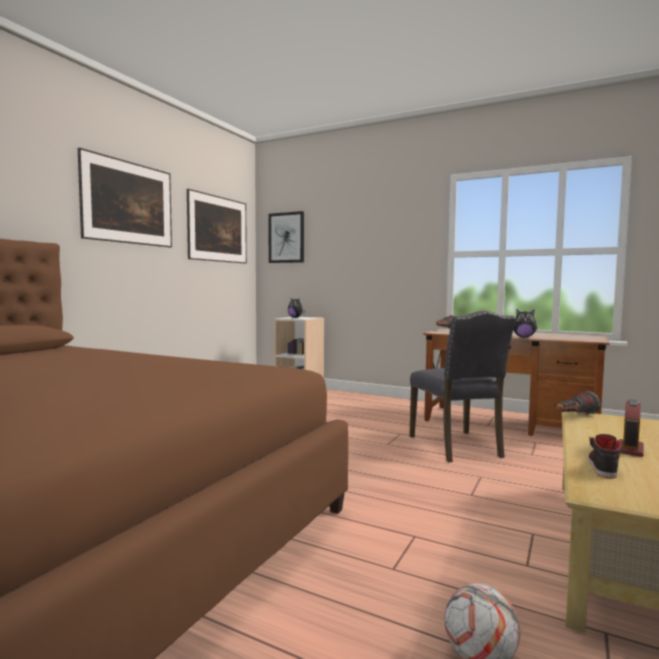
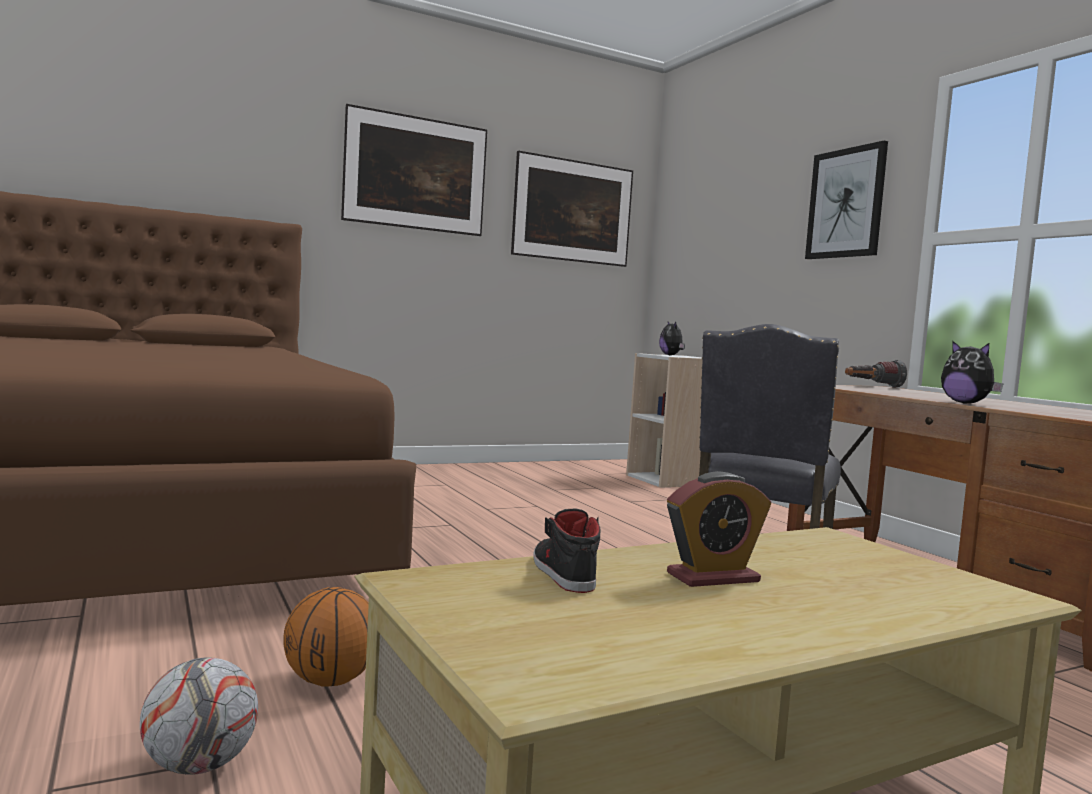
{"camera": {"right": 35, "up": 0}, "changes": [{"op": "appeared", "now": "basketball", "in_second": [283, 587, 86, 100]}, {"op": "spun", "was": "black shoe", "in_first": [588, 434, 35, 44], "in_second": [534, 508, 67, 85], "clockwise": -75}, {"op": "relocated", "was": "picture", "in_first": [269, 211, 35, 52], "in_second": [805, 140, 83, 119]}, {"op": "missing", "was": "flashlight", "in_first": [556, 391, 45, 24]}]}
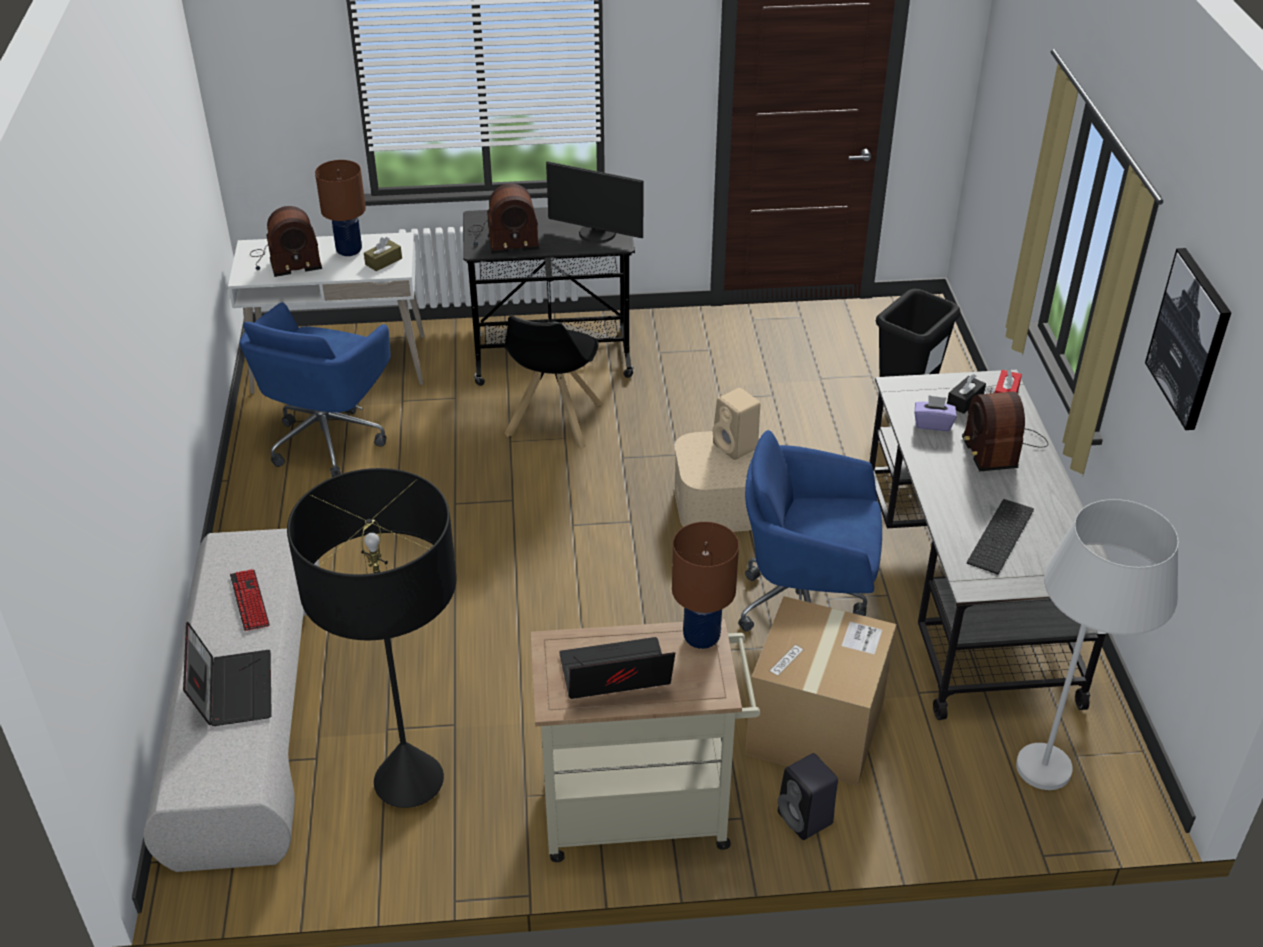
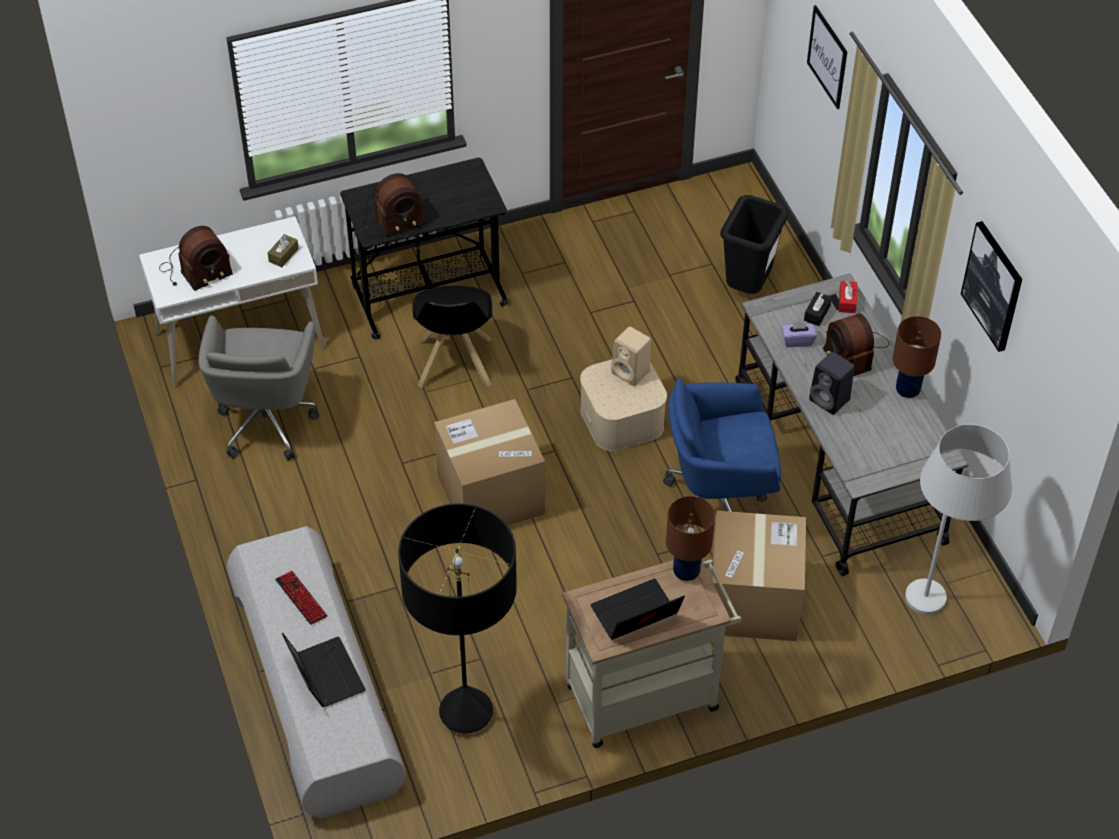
{"camera": {"right": -15, "up": 10}, "changes": [{"op": "colour", "was": "blue office chair", "now": "grey office chair", "in_first": [239, 302, 152, 175], "in_second": [198, 315, 121, 145]}, {"op": "appeared", "now": "cardboard box", "in_second": [434, 399, 111, 127]}, {"op": "appeared", "now": "picture", "in_second": [807, 5, 40, 104]}, {"op": "relocated", "was": "black speaker", "in_first": [778, 753, 60, 87], "in_second": [809, 352, 46, 63]}, {"op": "relocated", "was": "brown table lamp", "in_first": [315, 160, 51, 96], "in_second": [893, 316, 48, 82]}, {"op": "missing", "was": "monitor", "in_first": [546, 161, 98, 82]}, {"op": "missing", "was": "keyboard", "in_first": [967, 499, 67, 75]}]}
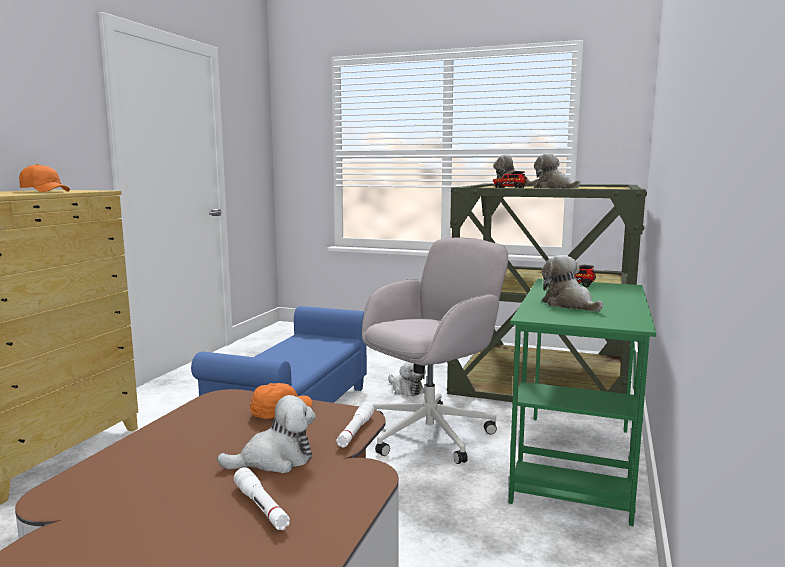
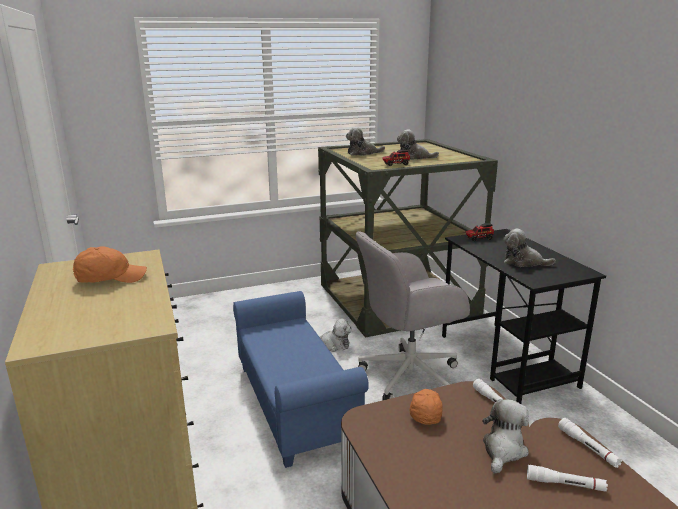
{"camera": {"right": -40, "up": 10}, "changes": [{"op": "spun", "was": "grey office chair", "in_first": [362, 238, 146, 226], "in_second": [356, 231, 114, 169], "clockwise": -120}, {"op": "colour", "was": "green desk", "now": "black desk", "in_first": [509, 279, 147, 247], "in_second": [442, 229, 164, 175]}, {"op": "appeared", "now": "white flashlight", "in_second": [558, 418, 64, 50]}]}
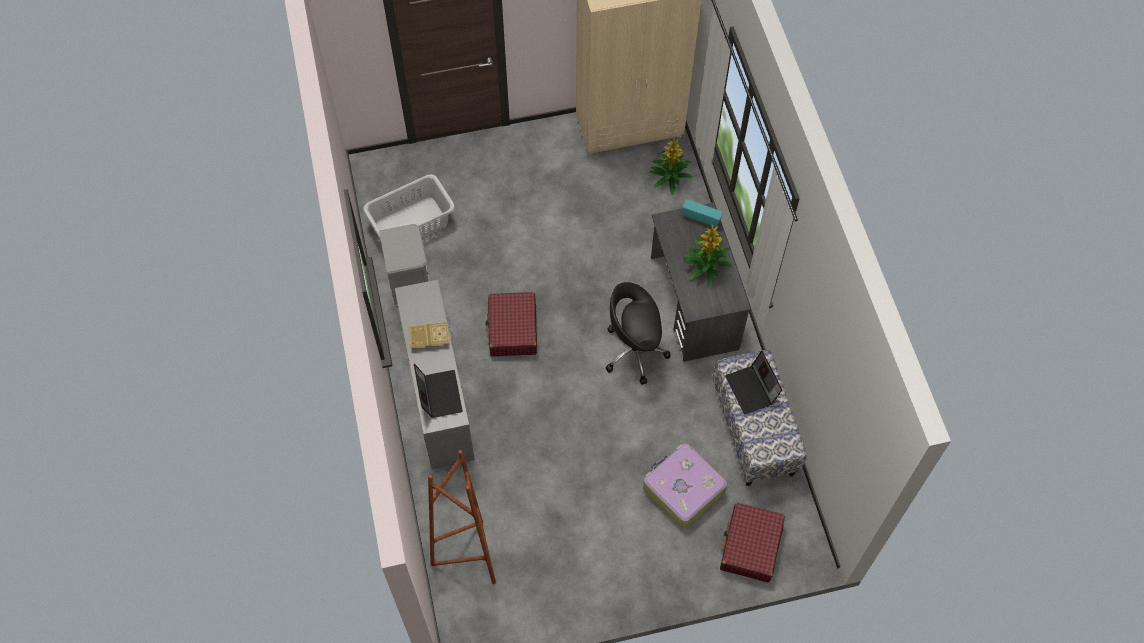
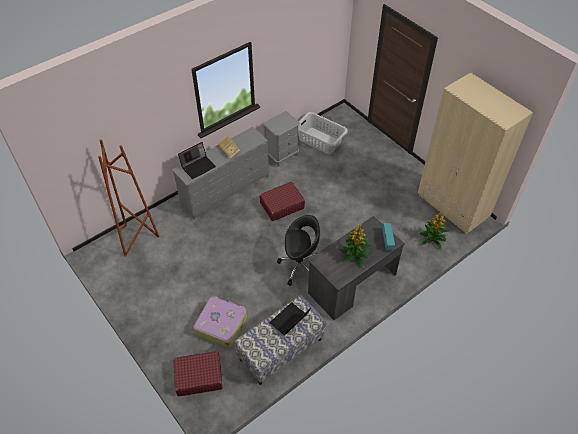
{"camera": {"right": 65, "up": -10}, "changes": [{"op": "spun", "was": "black office chair", "in_first": [606, 282, 65, 103], "in_second": [277, 215, 43, 71], "clockwise": 120}]}
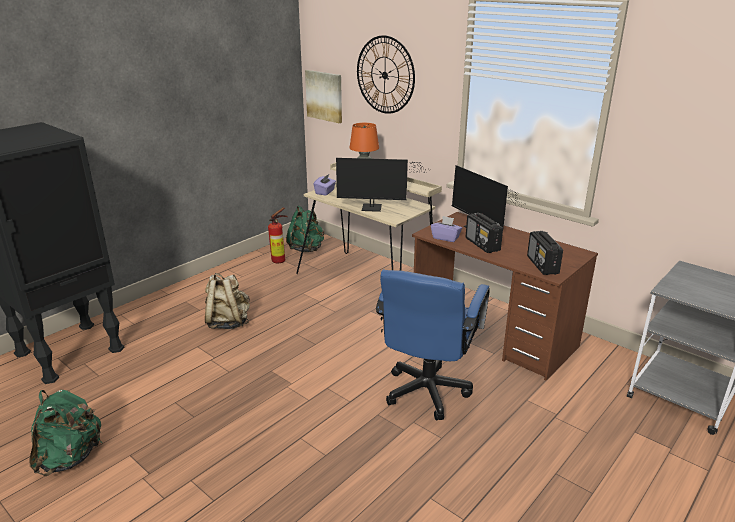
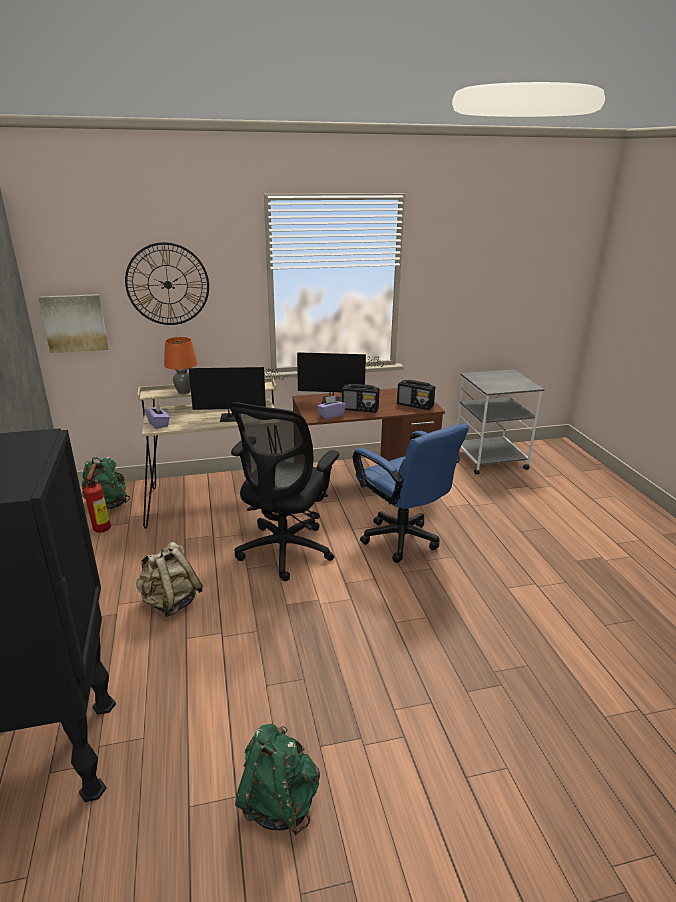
{"camera": {"right": -55, "up": 0}, "changes": [{"op": "spun", "was": "monitor", "in_first": [336, 158, 94, 54], "in_second": [189, 367, 96, 55], "clockwise": 45}, {"op": "appeared", "now": "black office chair", "in_second": [229, 402, 110, 179]}]}
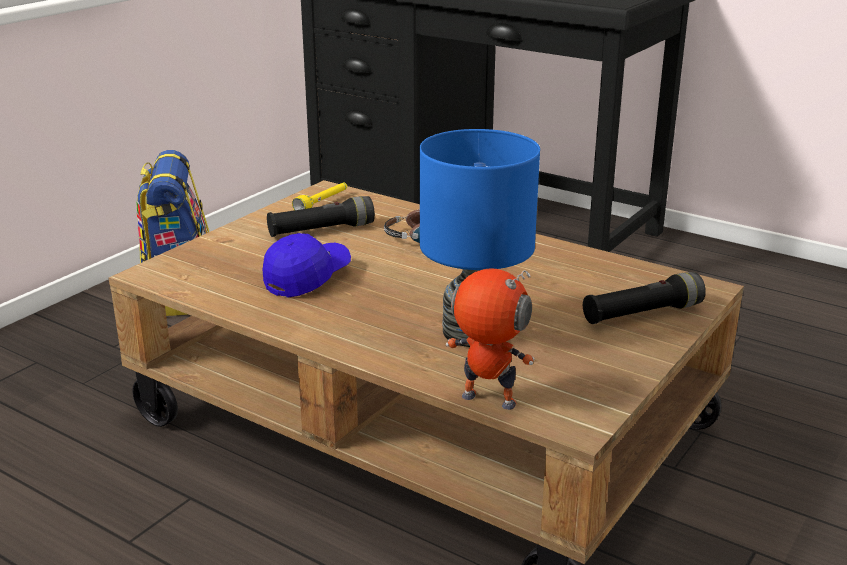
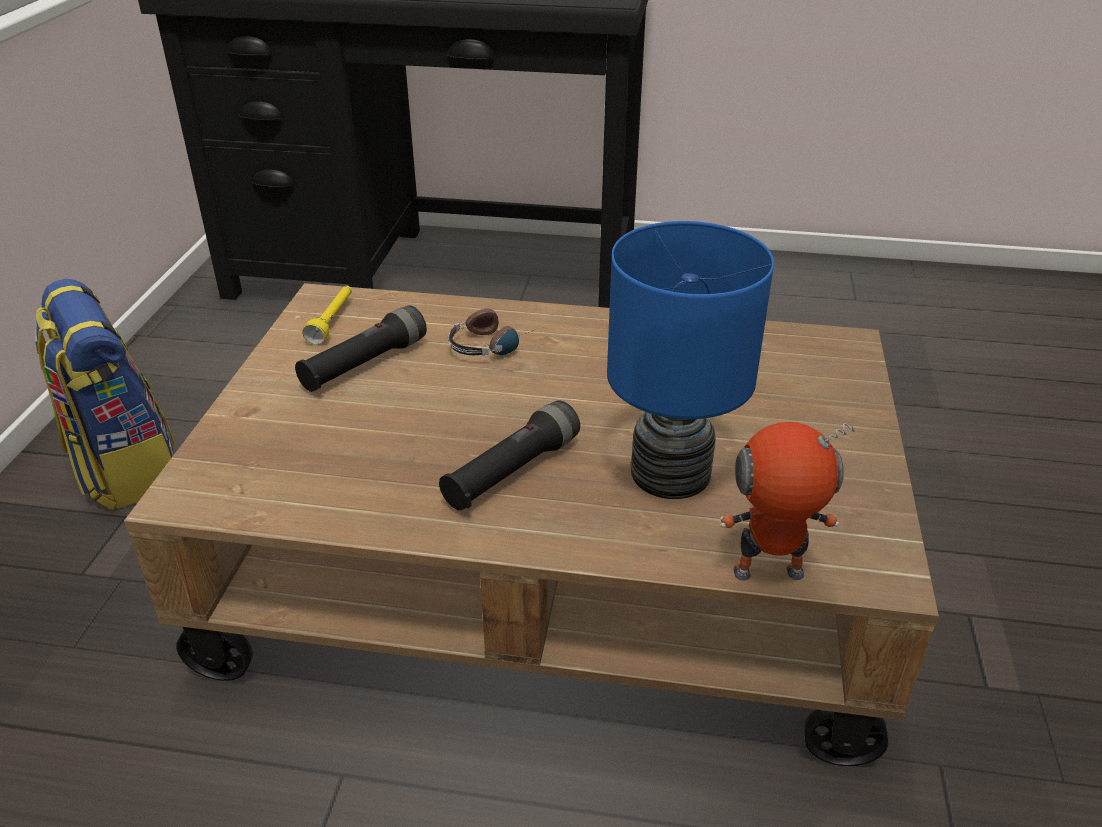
{"camera": {"right": -25, "up": 10}, "changes": [{"op": "relocated", "was": "black flashlight", "in_first": [583, 272, 123, 52], "in_second": [439, 400, 141, 110]}, {"op": "missing", "was": "blue cap", "in_first": [262, 233, 89, 65]}]}
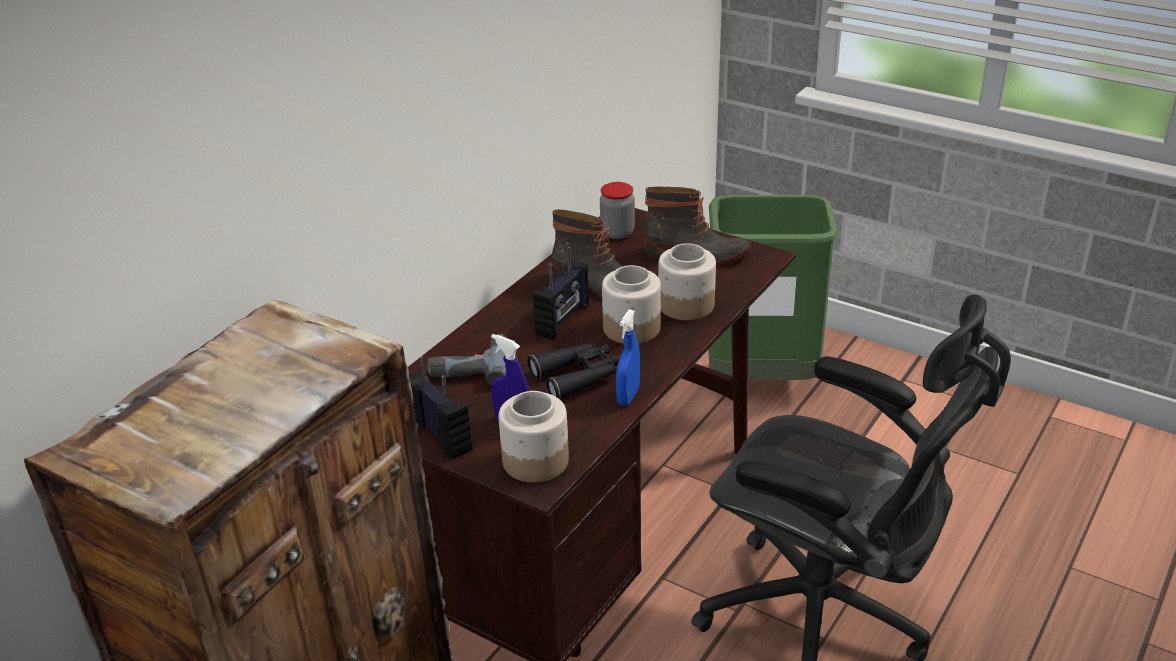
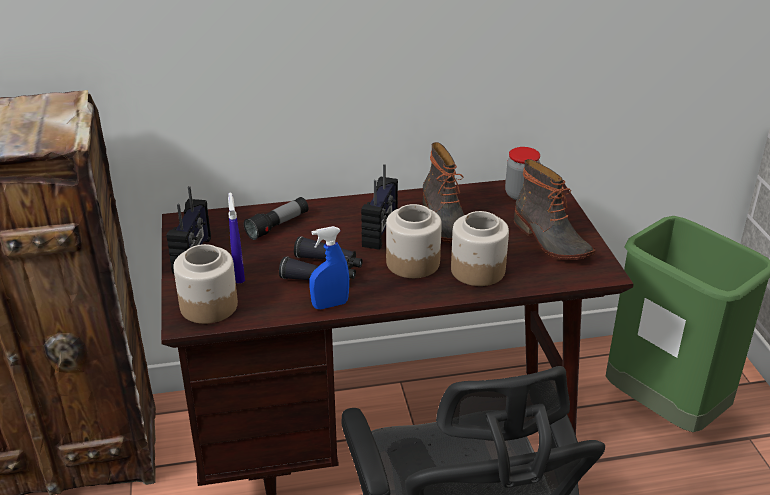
{"camera": {"right": 45, "up": 0}, "changes": [{"op": "exchanged", "was": "power drill", "now": "flashlight", "in_first": [428, 334, 78, 51], "in_second": [244, 197, 65, 43]}, {"op": "spun", "was": "radio", "in_first": [533, 247, 56, 93], "in_second": [361, 164, 37, 86], "clockwise": -60}]}
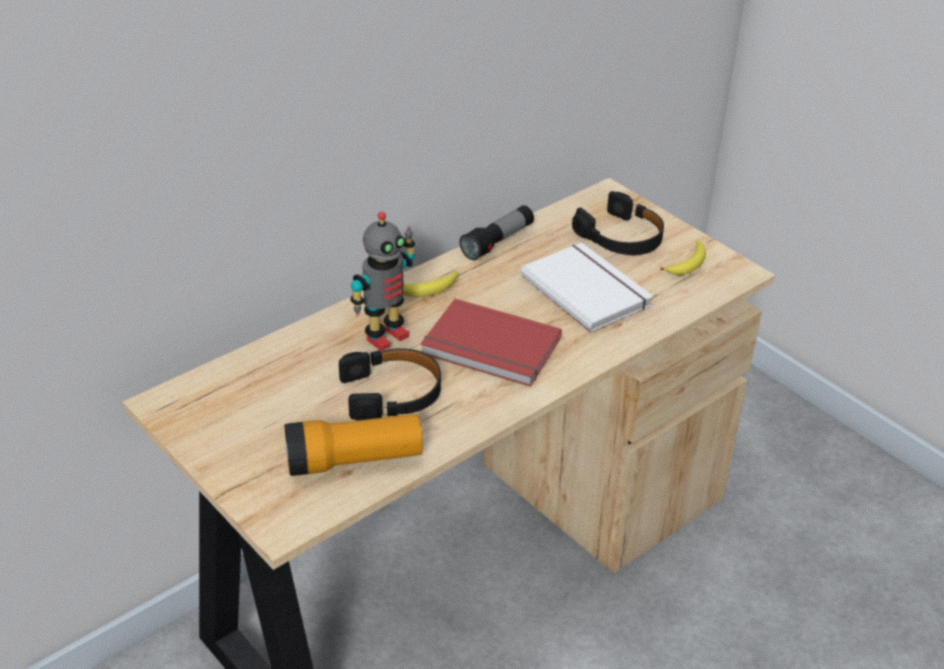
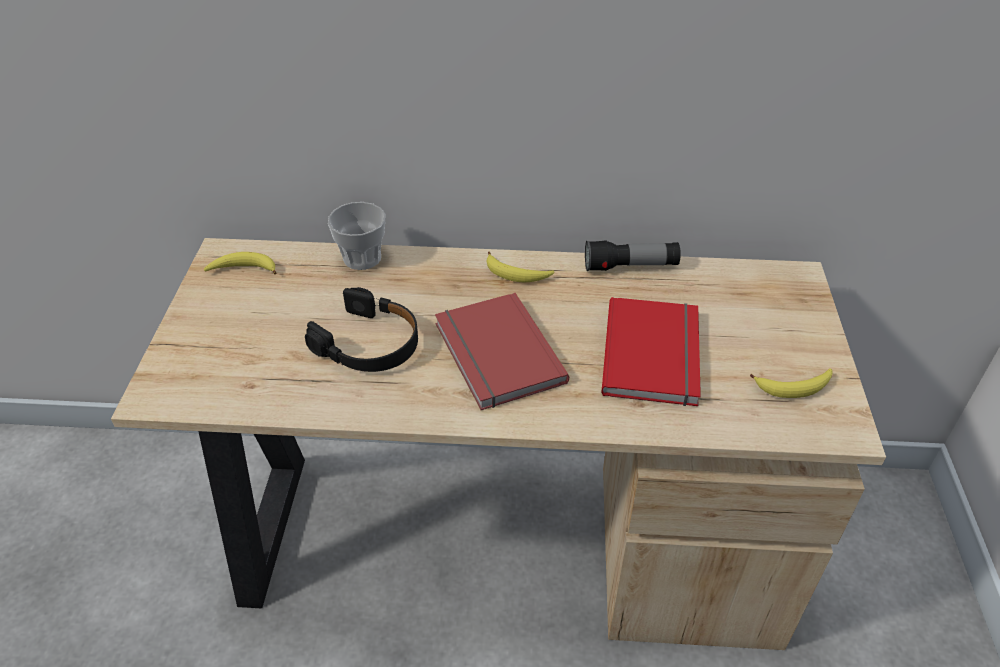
{"camera": {"right": 45, "up": 5}, "changes": [{"op": "appeared", "now": "banana", "in_second": [204, 252, 72, 22]}, {"op": "appeared", "now": "cup", "in_second": [328, 202, 57, 68]}, {"op": "colour", "was": "white book", "now": "red book", "in_first": [521, 242, 132, 90], "in_second": [601, 297, 100, 109]}, {"op": "missing", "was": "flashlight", "in_first": [285, 414, 138, 62]}, {"op": "missing", "was": "toy robot", "in_first": [351, 212, 64, 139]}, {"op": "missing", "was": "black headphones", "in_first": [572, 191, 92, 64]}]}
